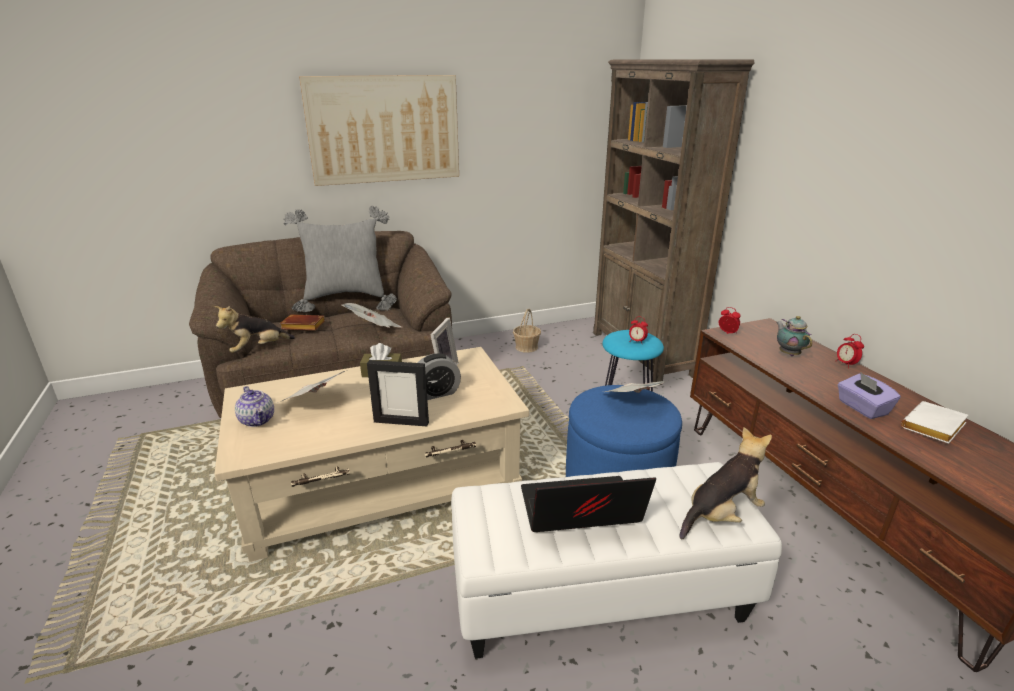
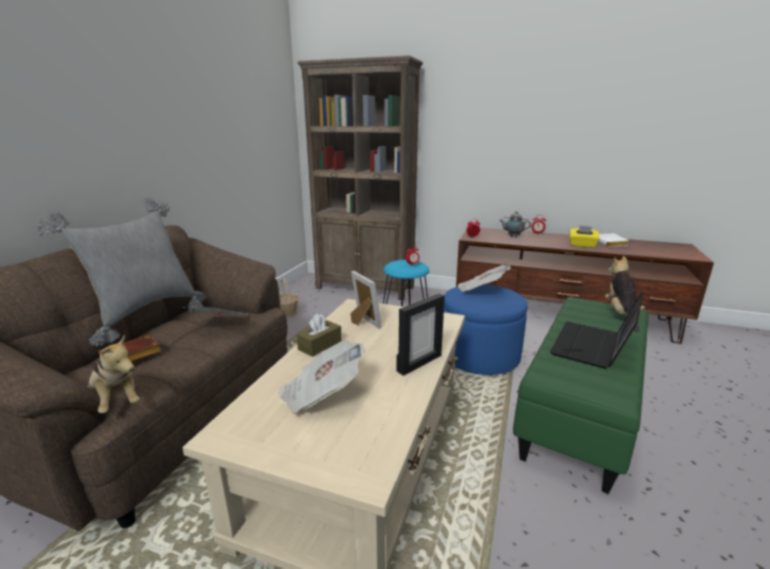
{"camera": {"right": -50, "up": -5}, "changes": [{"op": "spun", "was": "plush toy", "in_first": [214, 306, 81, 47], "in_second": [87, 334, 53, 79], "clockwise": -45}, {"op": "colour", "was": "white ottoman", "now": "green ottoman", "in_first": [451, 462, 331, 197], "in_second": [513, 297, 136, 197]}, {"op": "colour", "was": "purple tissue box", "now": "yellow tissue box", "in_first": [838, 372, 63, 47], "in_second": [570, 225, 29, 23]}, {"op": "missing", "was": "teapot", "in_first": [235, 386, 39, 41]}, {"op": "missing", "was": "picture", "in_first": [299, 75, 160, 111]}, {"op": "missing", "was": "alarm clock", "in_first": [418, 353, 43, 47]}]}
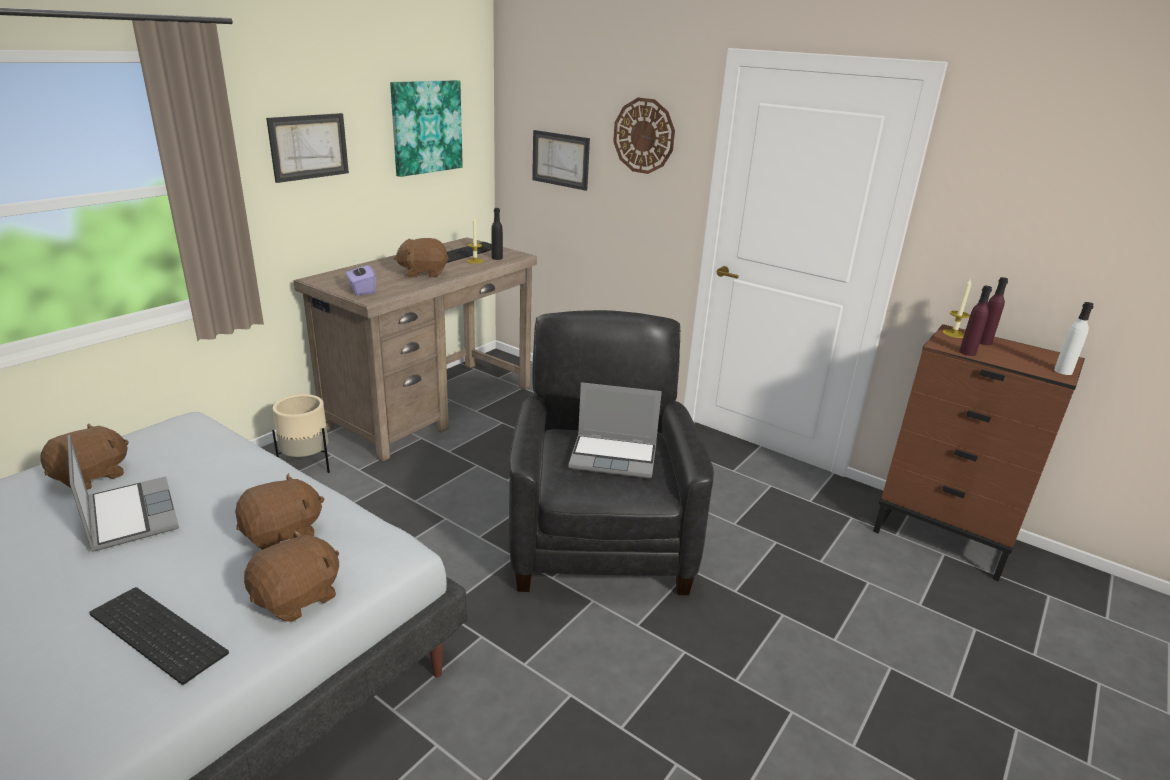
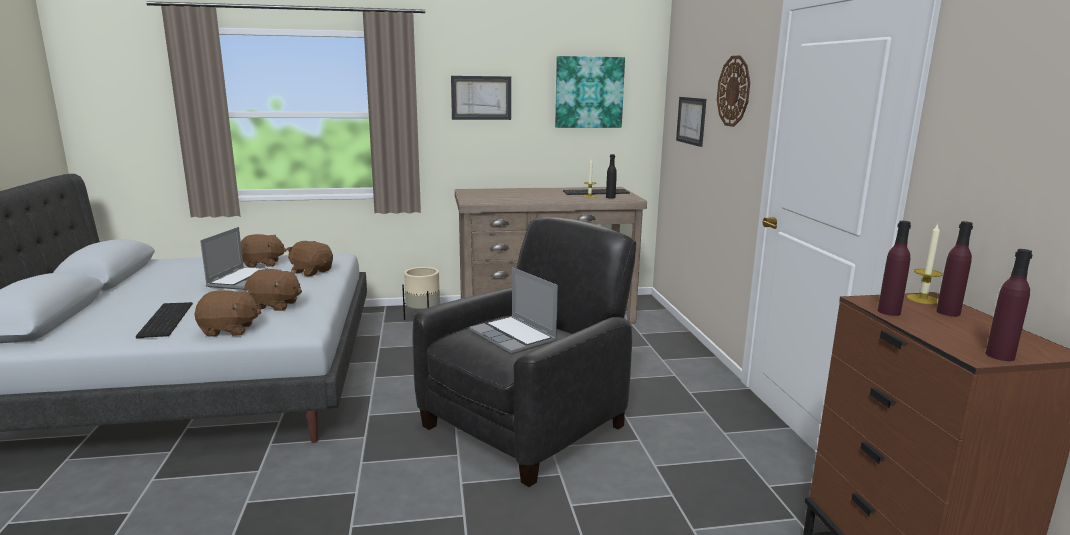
{"camera": {"right": 45, "up": -10}, "changes": [{"op": "relocated", "was": "brown plush toy", "in_first": [394, 238, 55, 40], "in_second": [286, 241, 47, 36]}, {"op": "colour", "was": "white bottle", "now": "purple bottle", "in_first": [1054, 302, 40, 73], "in_second": [986, 249, 47, 112]}, {"op": "missing", "was": "purple tissue box", "in_first": [346, 265, 30, 30]}]}
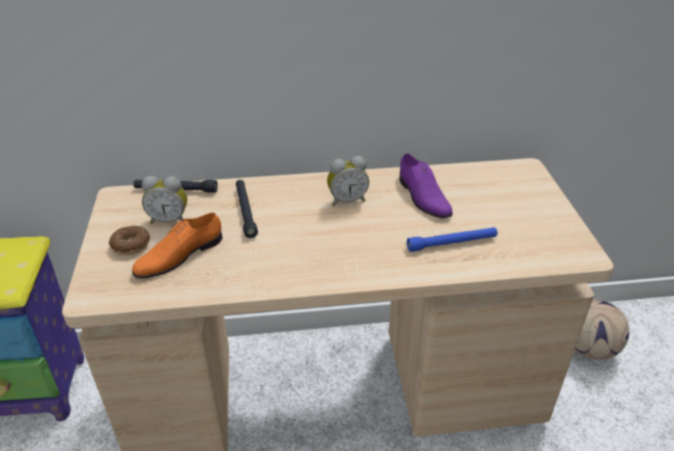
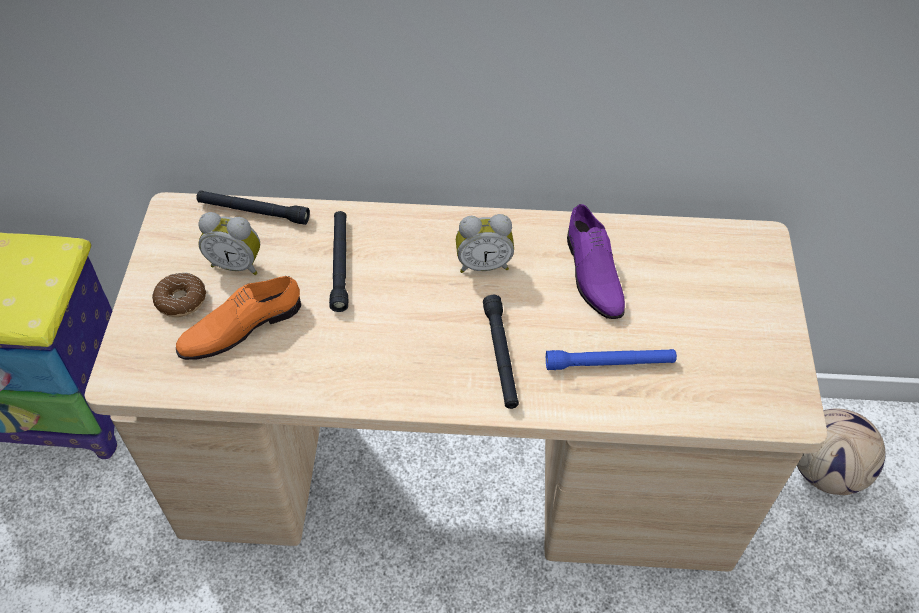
{"camera": {"right": 10, "up": 15}, "changes": [{"op": "appeared", "now": "black flashlight", "in_second": [483, 295, 36, 114]}]}
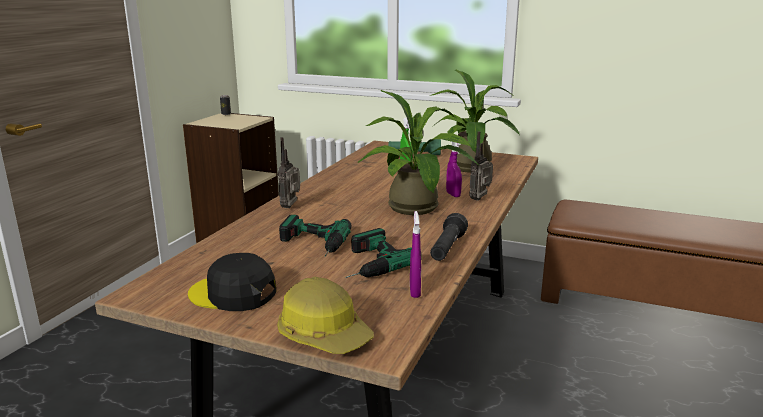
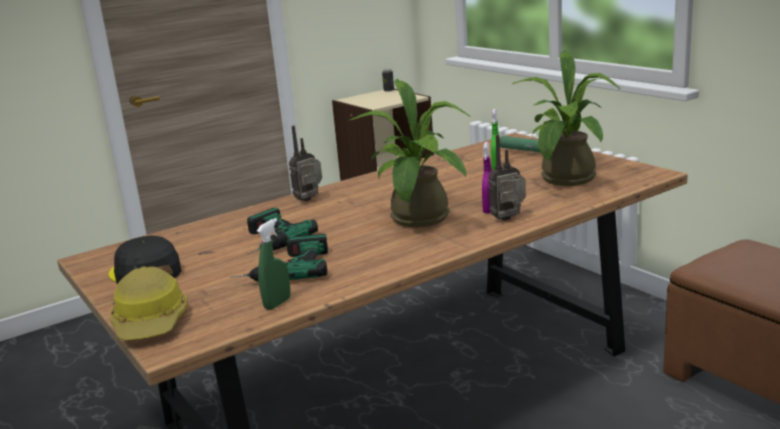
{"camera": {"right": 35, "up": 0}, "changes": [{"op": "colour", "was": "purple spray bottle", "now": "green spray bottle", "in_first": [410, 211, 11, 87], "in_second": [257, 218, 34, 92]}, {"op": "missing", "was": "black flashlight", "in_first": [430, 213, 38, 48]}]}
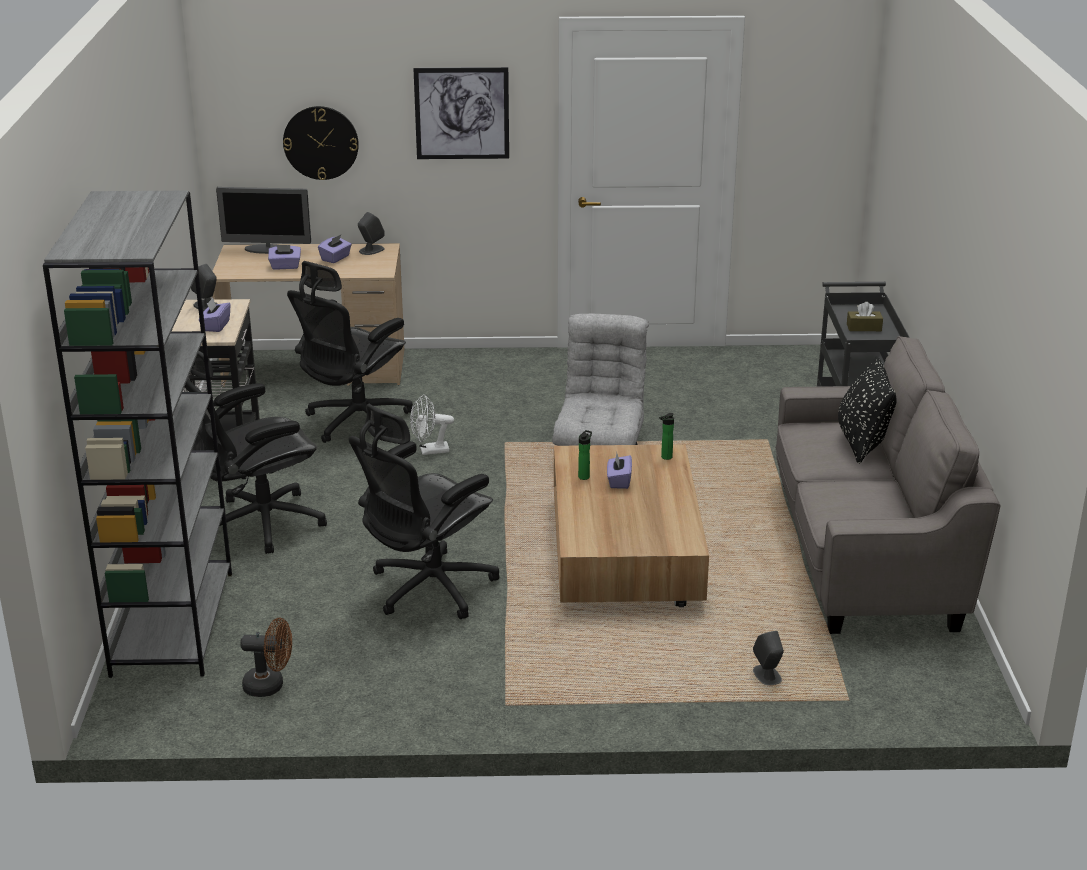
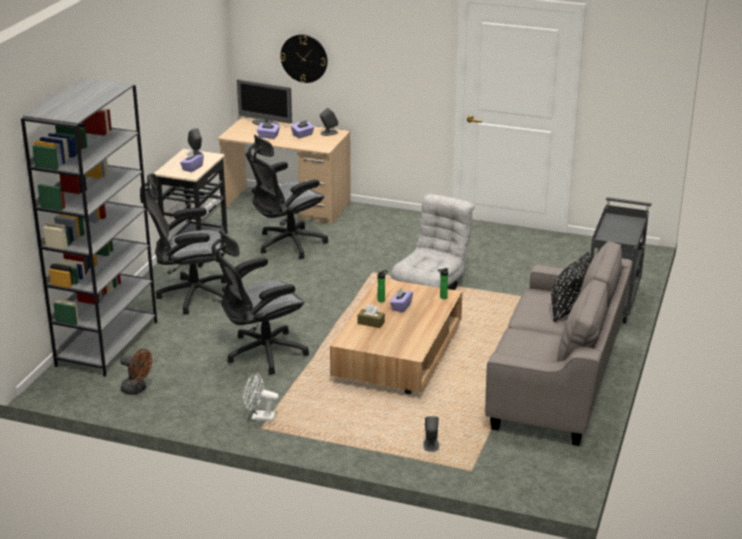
{"camera": {"right": 20, "up": 0}, "changes": [{"op": "relocated", "was": "white fan", "in_first": [410, 394, 44, 61], "in_second": [243, 373, 36, 48]}, {"op": "relocated", "was": "brown tissue box", "in_first": [847, 302, 36, 29], "in_second": [358, 304, 27, 24]}, {"op": "missing", "was": "picture", "in_first": [414, 67, 95, 92]}]}
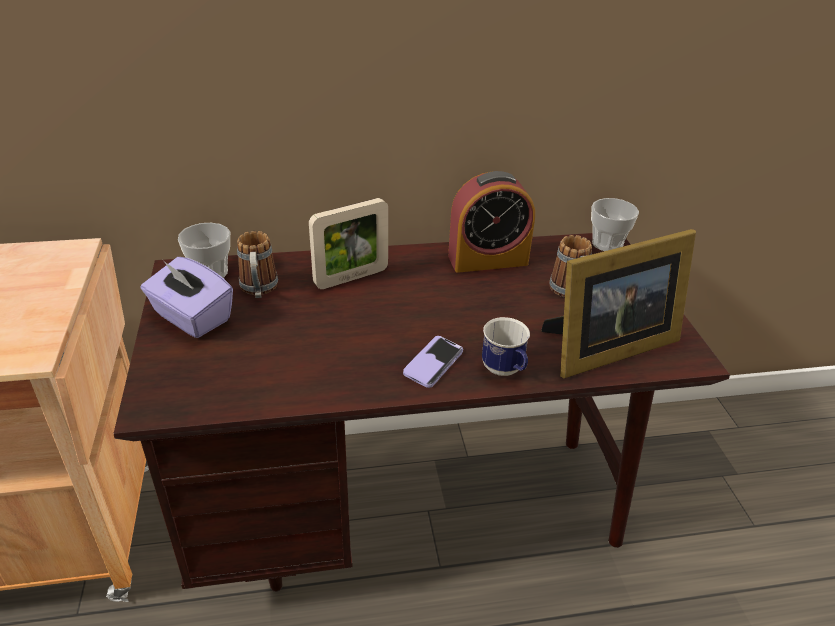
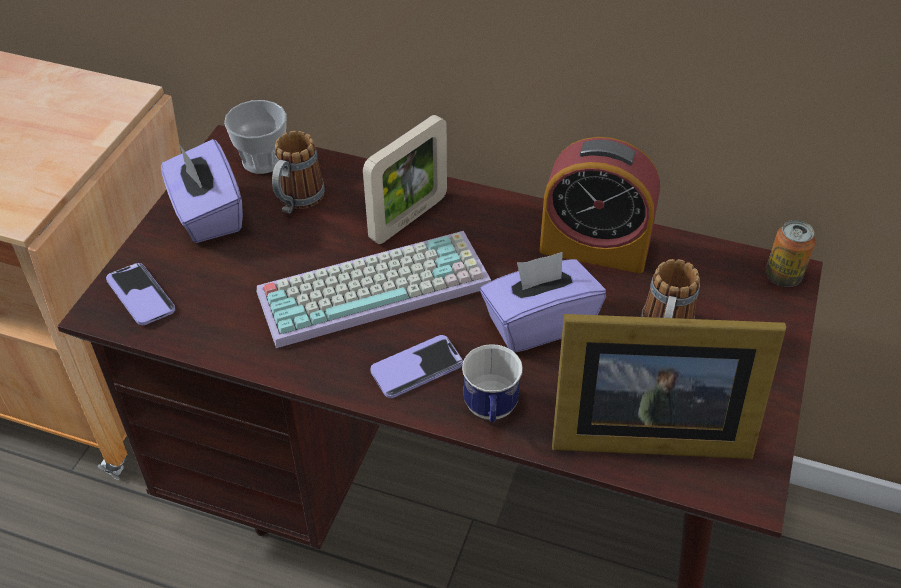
{"camera": {"right": 30, "up": 10}, "changes": [{"op": "appeared", "now": "phone", "in_second": [106, 263, 69, 62]}, {"op": "appeared", "now": "keyboard", "in_second": [257, 231, 234, 117]}, {"op": "spun", "was": "picture frame", "in_first": [309, 198, 79, 91], "in_second": [363, 115, 84, 129], "clockwise": -45}, {"op": "appeared", "now": "purple tissue box", "in_second": [480, 252, 126, 100]}, {"op": "exchanged", "was": "cup", "now": "can", "in_first": [591, 198, 48, 53], "in_second": [766, 220, 50, 67]}]}
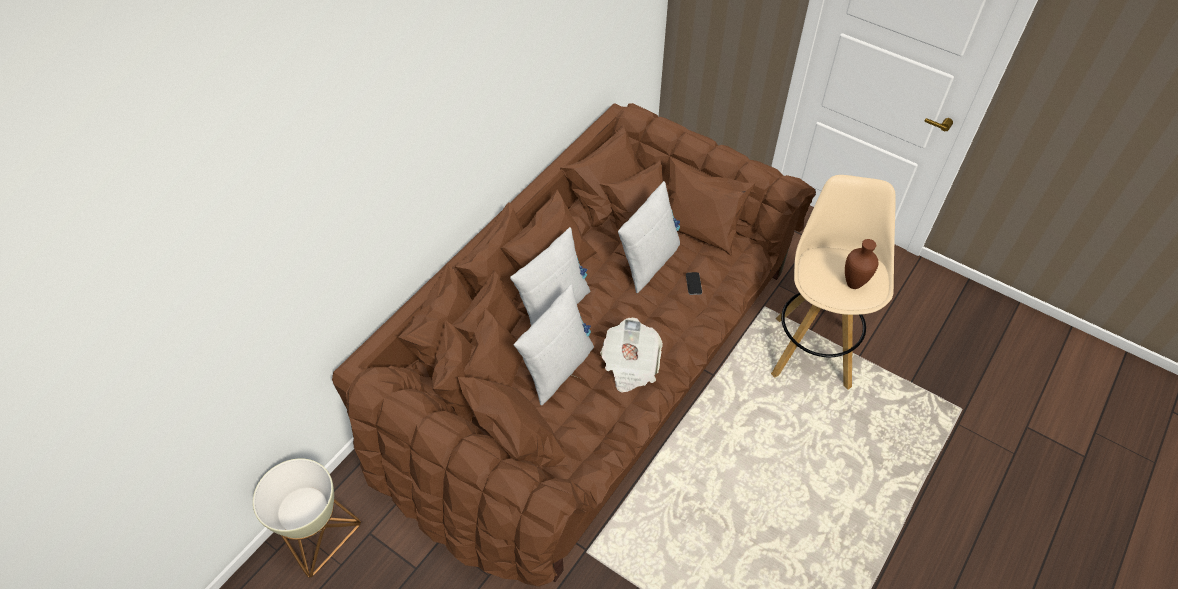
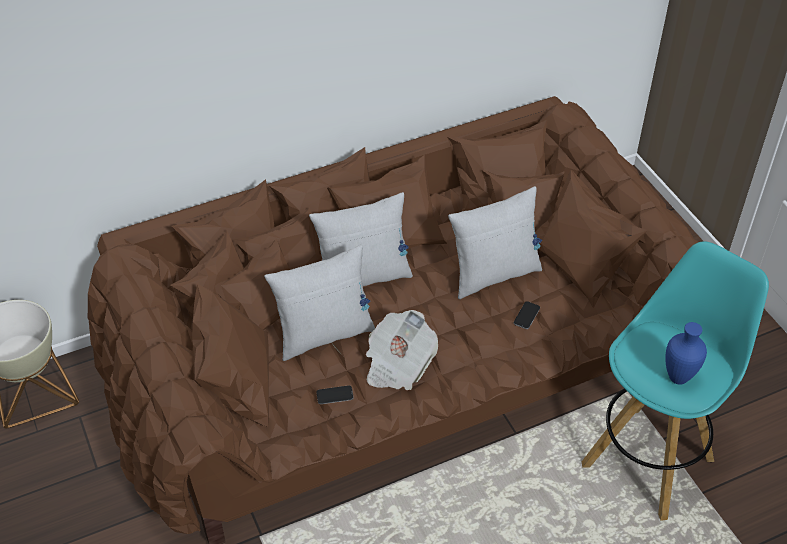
{"camera": {"right": 30, "up": -5}, "changes": [{"op": "appeared", "now": "phone", "in_second": [316, 385, 38, 19]}, {"op": "colour", "was": "beige stool", "now": "turquoise stool", "in_first": [771, 175, 125, 215], "in_second": [582, 241, 187, 280]}, {"op": "colour", "was": "brown vase", "now": "blue vase", "in_first": [845, 239, 33, 50], "in_second": [665, 322, 42, 63]}]}
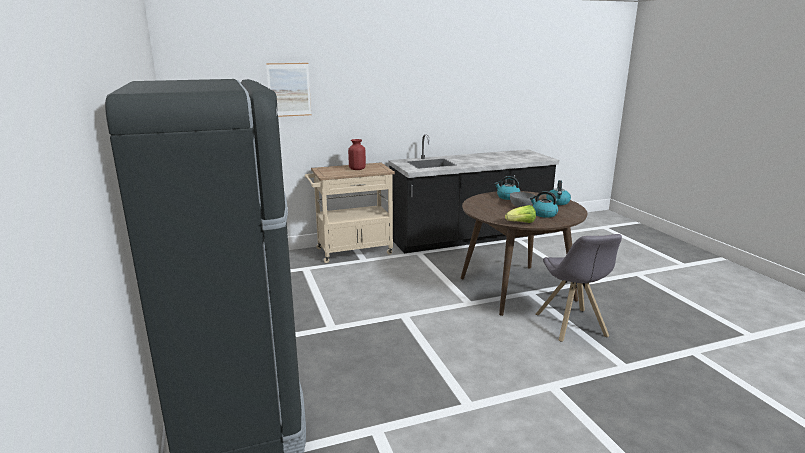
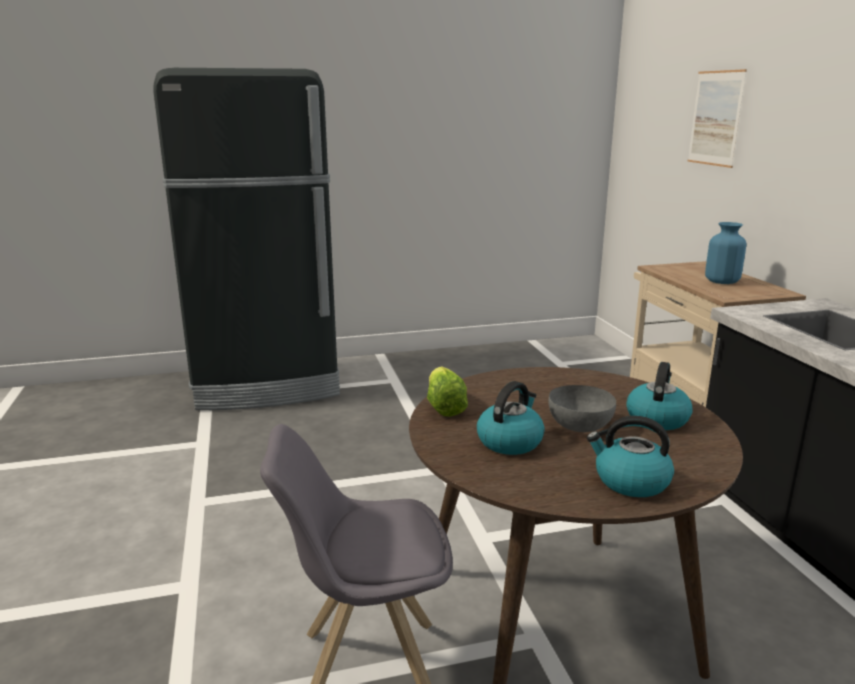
{"camera": {"right": 95, "up": 0}, "changes": [{"op": "colour", "was": "red vase", "now": "blue vase", "in_first": [348, 139, 18, 31], "in_second": [705, 222, 41, 62]}]}
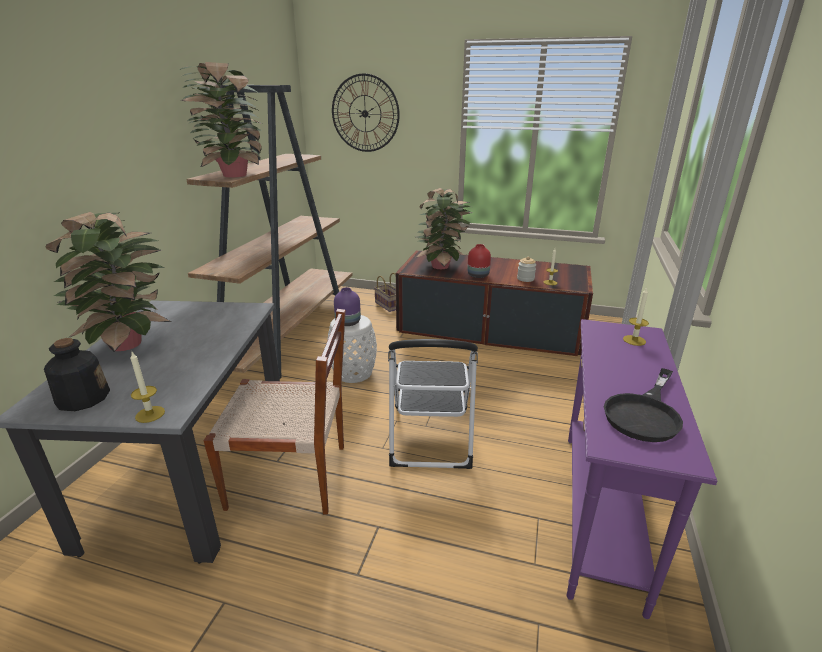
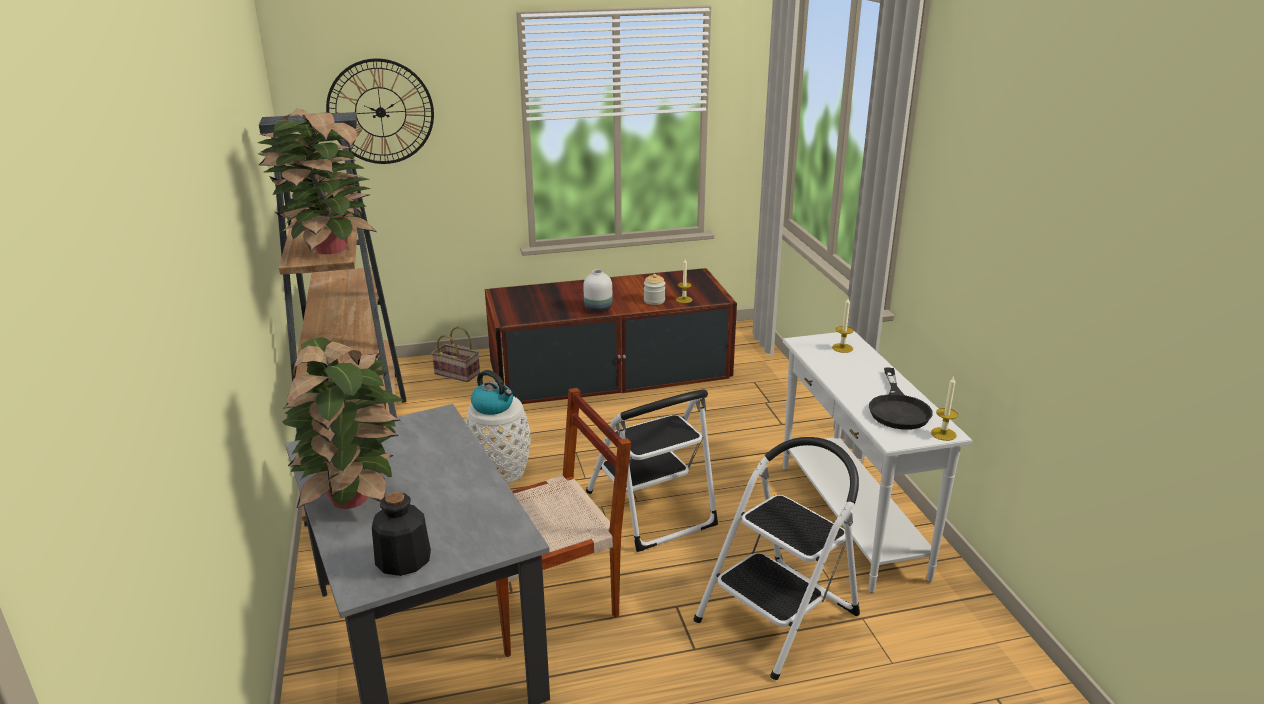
{"camera": {"right": -30, "up": 0}, "changes": [{"op": "exchanged", "was": "purple vase", "now": "kettle", "in_first": [334, 287, 27, 39], "in_second": [471, 370, 42, 45]}, {"op": "colour", "was": "red vase", "now": "white vase", "in_first": [467, 244, 24, 34], "in_second": [583, 269, 29, 43]}, {"op": "appeared", "now": "step ladder", "in_second": [693, 437, 167, 243]}, {"op": "colour", "was": "purple console table", "now": "white console table", "in_first": [566, 319, 151, 300], "in_second": [783, 331, 190, 262]}, {"op": "relocated", "was": "candle", "in_first": [130, 352, 35, 71], "in_second": [931, 375, 27, 66]}, {"op": "missing", "was": "potted plant", "in_first": [415, 188, 57, 81]}]}
